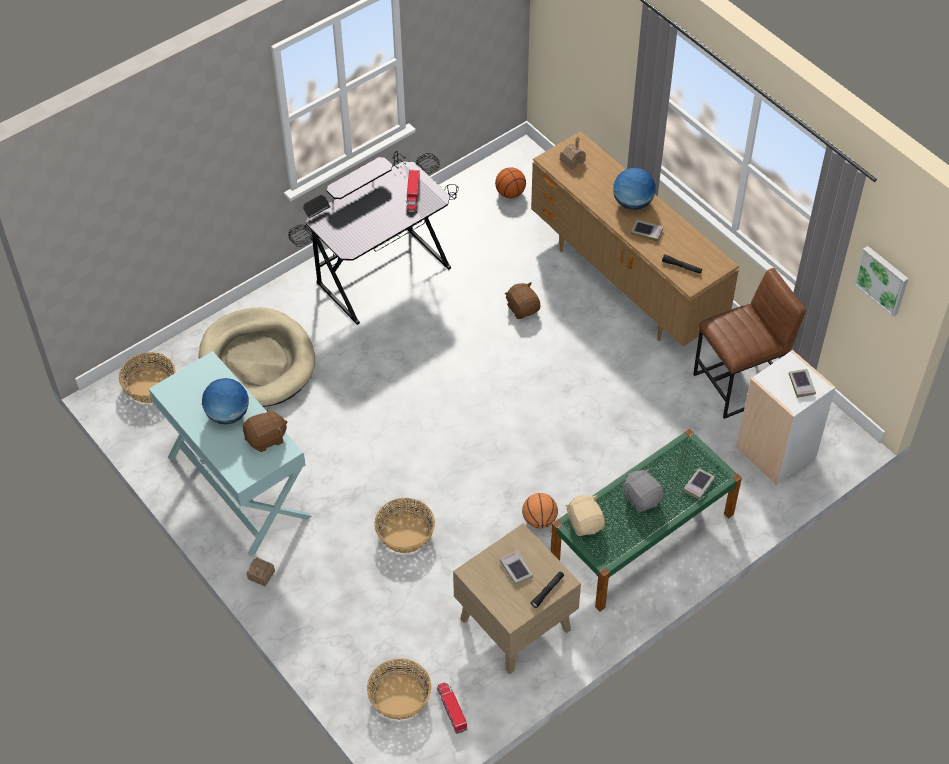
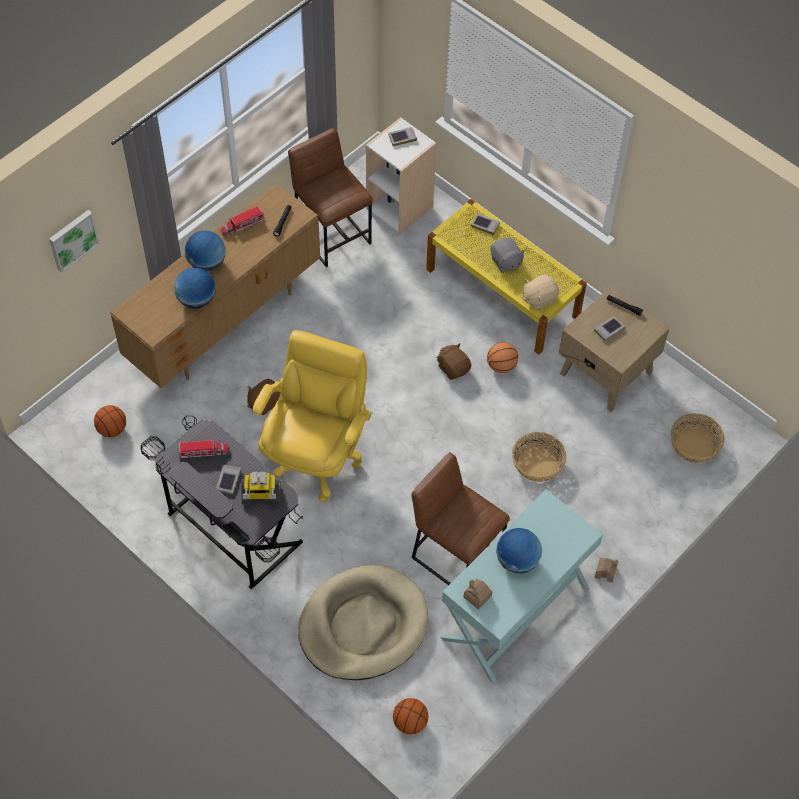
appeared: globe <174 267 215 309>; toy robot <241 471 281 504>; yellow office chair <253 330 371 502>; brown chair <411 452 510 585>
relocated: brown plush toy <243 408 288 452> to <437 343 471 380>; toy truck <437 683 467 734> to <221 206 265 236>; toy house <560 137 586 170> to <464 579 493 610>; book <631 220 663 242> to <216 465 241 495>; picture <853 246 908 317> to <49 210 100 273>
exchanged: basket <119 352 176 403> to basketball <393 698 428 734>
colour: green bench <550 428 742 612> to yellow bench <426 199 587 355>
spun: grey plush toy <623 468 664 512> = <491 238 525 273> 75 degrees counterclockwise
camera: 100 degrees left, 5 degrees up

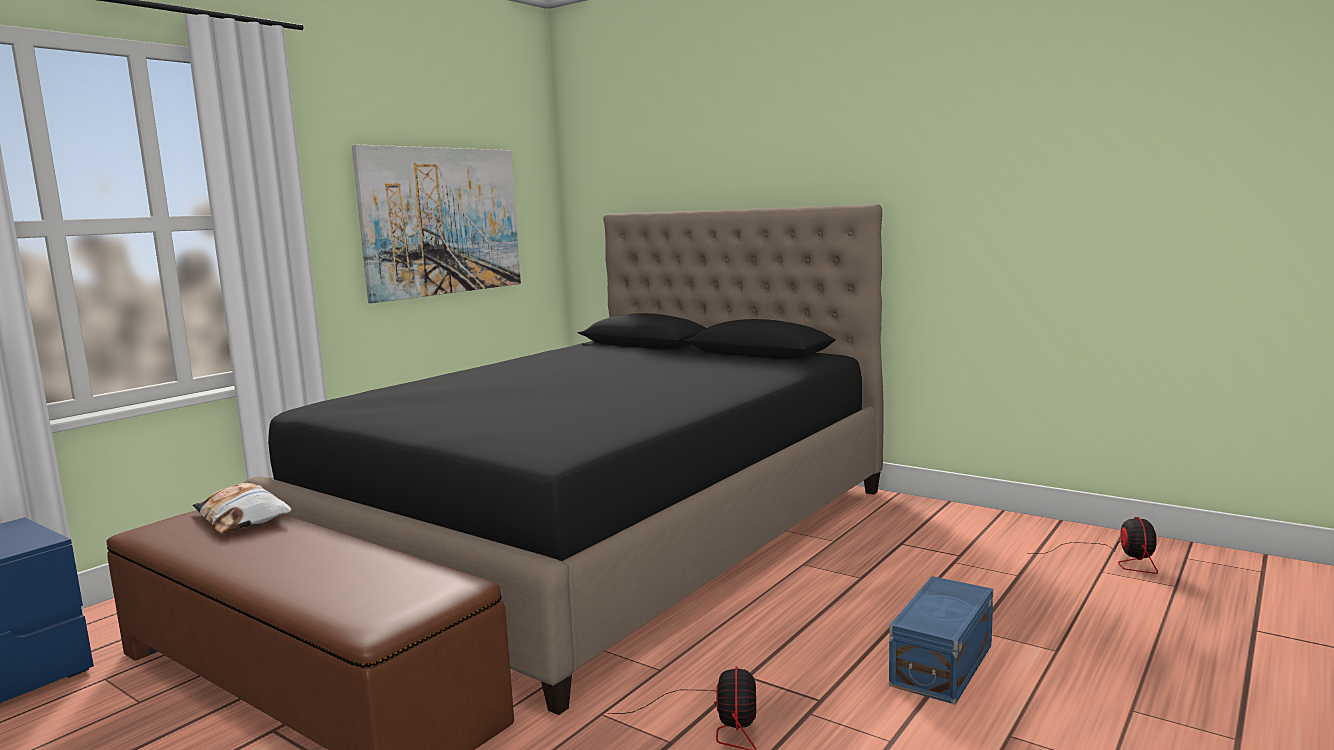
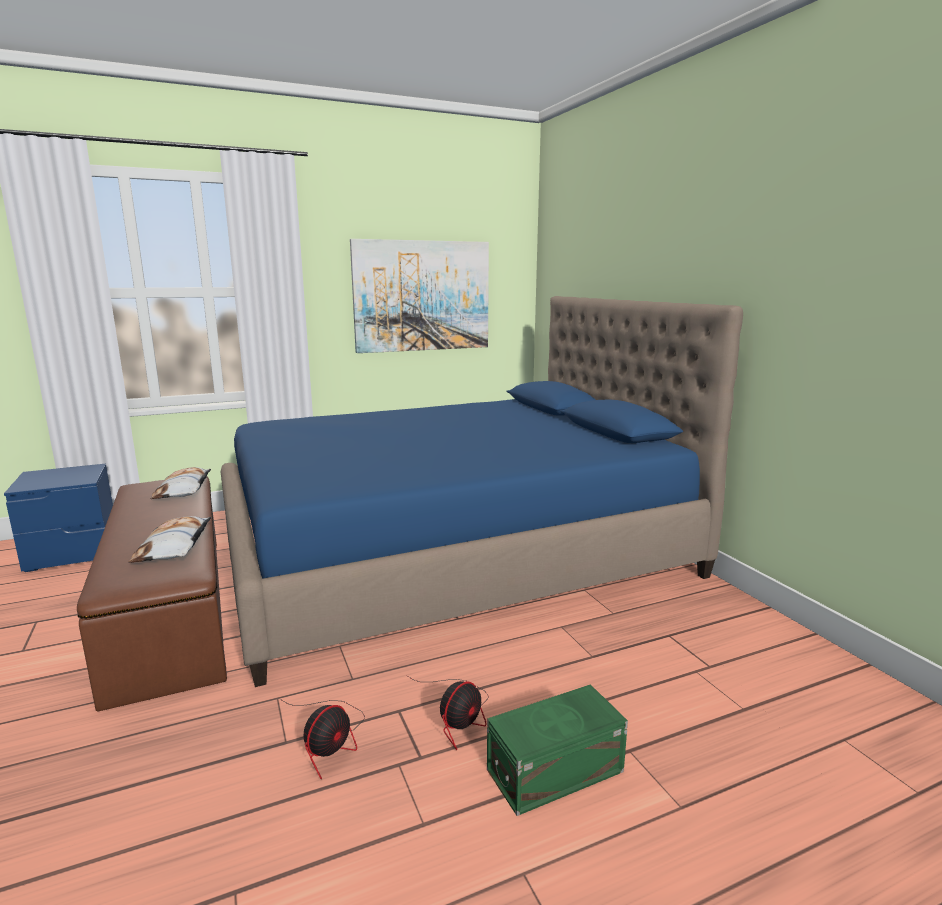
appeared: pillow <128 516 211 563>
relocated: fan <1028 517 1158 574> to <406 675 488 750>
colour: black bed <244 204 884 715> to blue bed <221 296 743 687>; blue storage box <889 576 993 705> to green storage box <487 684 628 816>
camera: 30 degrees right, 5 degrees up

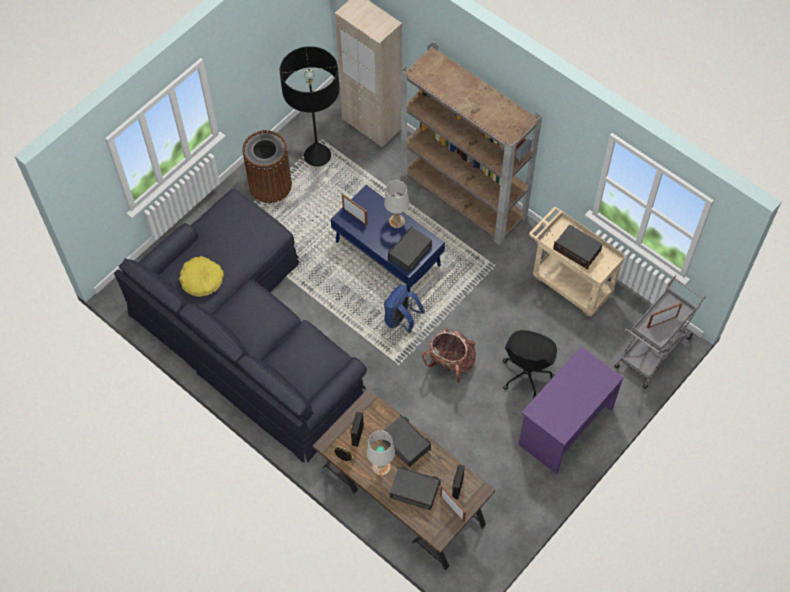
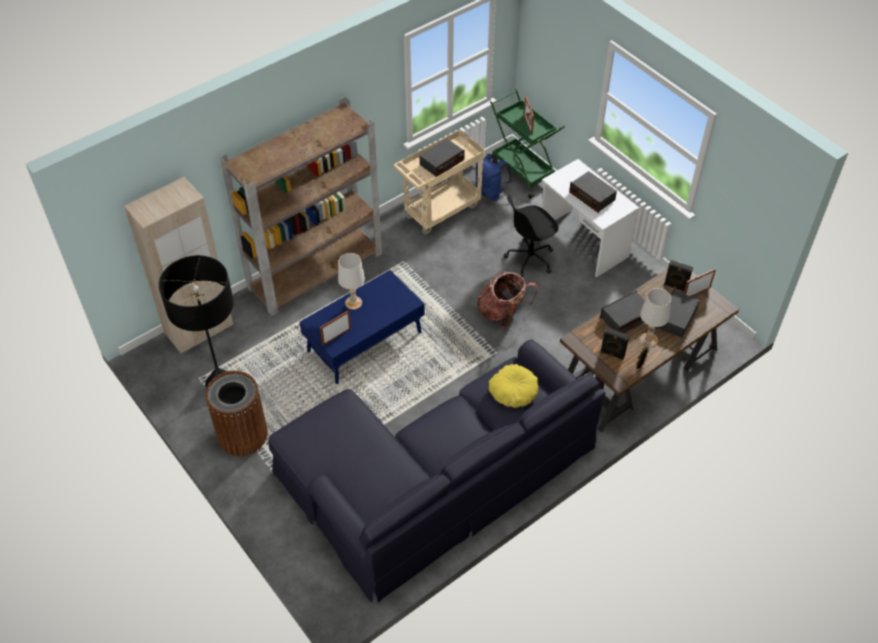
relocated: yellow pillow <179 256 224 297> to <489 364 538 408>; blue backpack <384 285 425 333> to <476 154 512 201>; radio <388 226 432 272> to <569 171 617 213>
colour: purple desk <518 347 623 474> to white desk <541 159 639 277>; grey cart <614 275 706 389> to green cart <484 88 565 199>
spun: black office chair <502 330 557 399> = <504 195 558 277> 120 degrees clockwise
camera: 80 degrees left, 10 degrees down

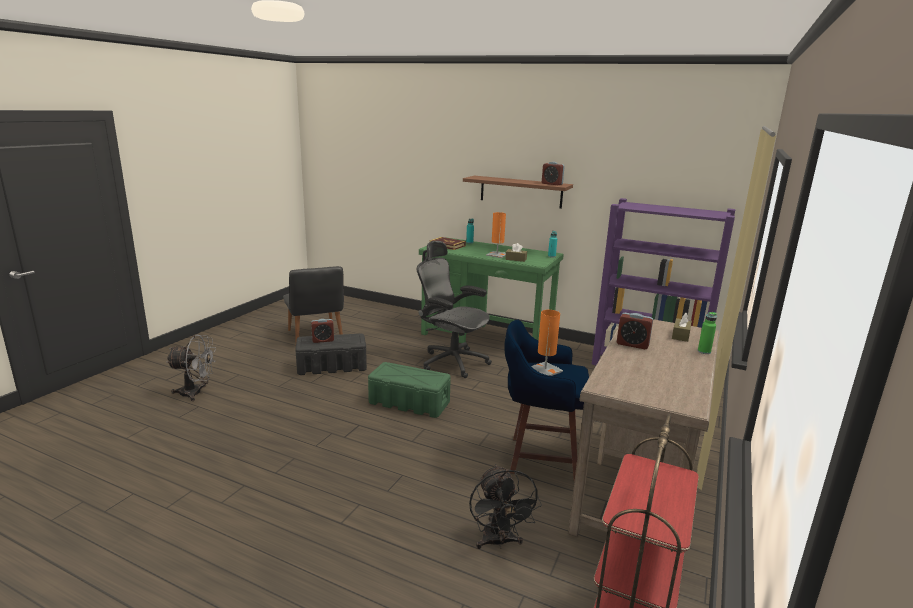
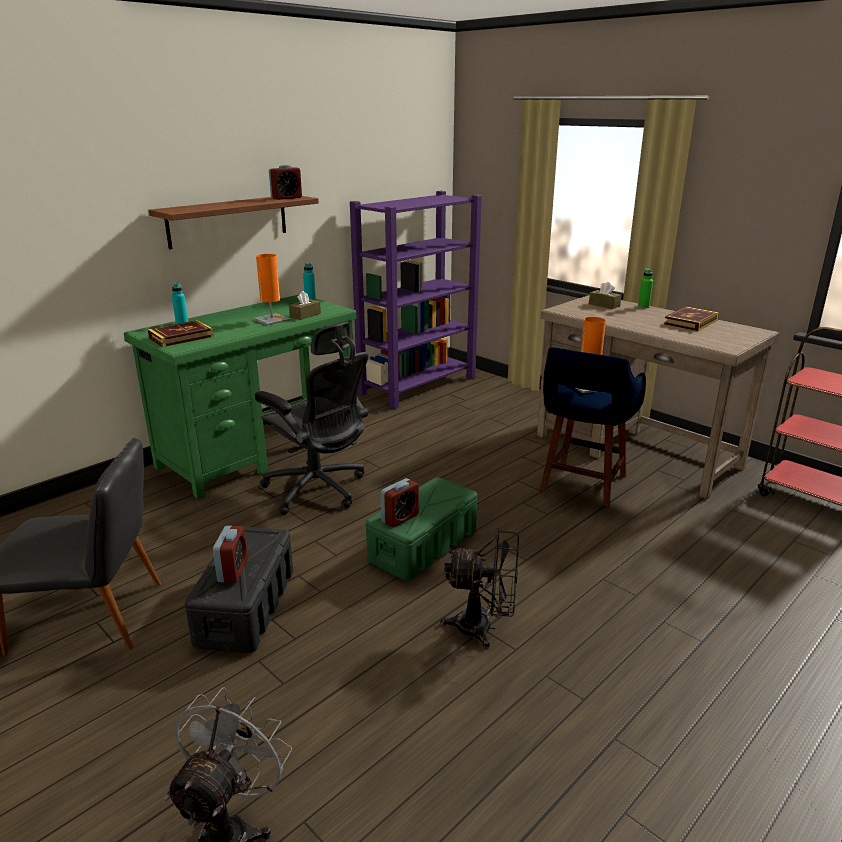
appeared: book <664 306 719 331>
relocated: black fan <469 464 542 549> to <441 528 519 649>; alarm clock <617 313 653 349> to <380 478 419 527>
spun: office chair <417 241 492 378> = <255 322 368 515> 105 degrees counterclockwise
camera: 70 degrees left, 5 degrees up

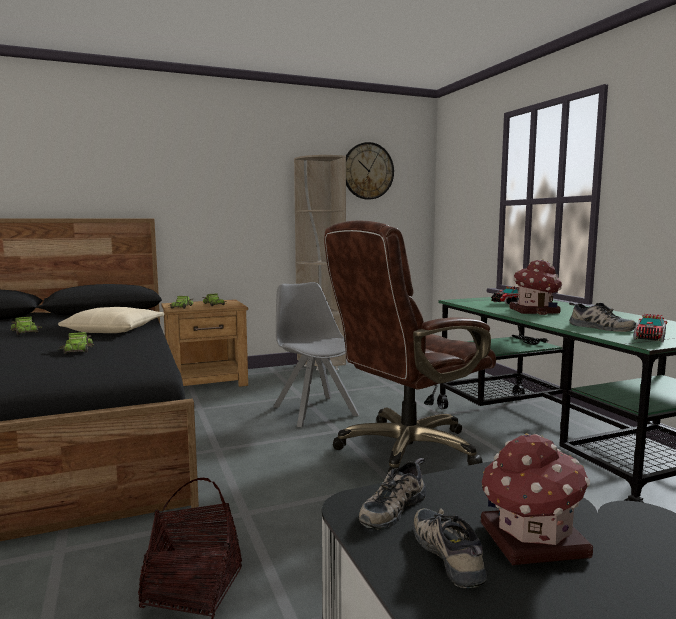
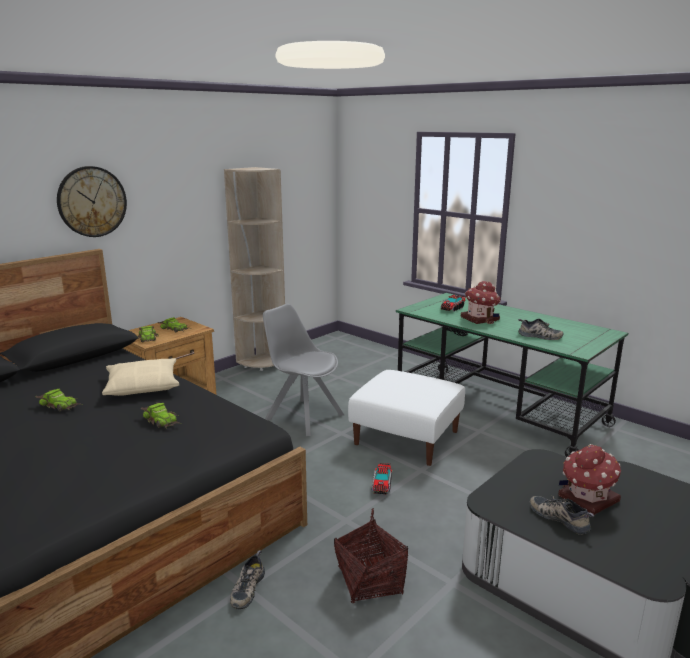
relocated: wall clock <346 142 394 200> to <57 166 127 237>; shoe <359 458 426 530> to <230 550 265 610>; toy truck <634 314 667 342> to <372 463 392 494>
exchanged: brown office chair <324 221 496 473> to white ottoman <348 370 465 466>
camera: 25 degrees left, 10 degrees up

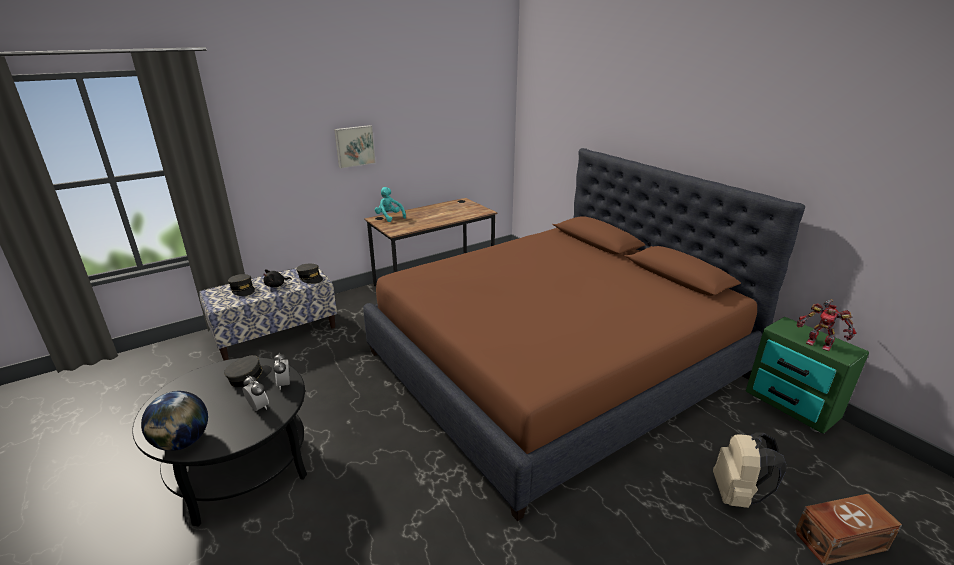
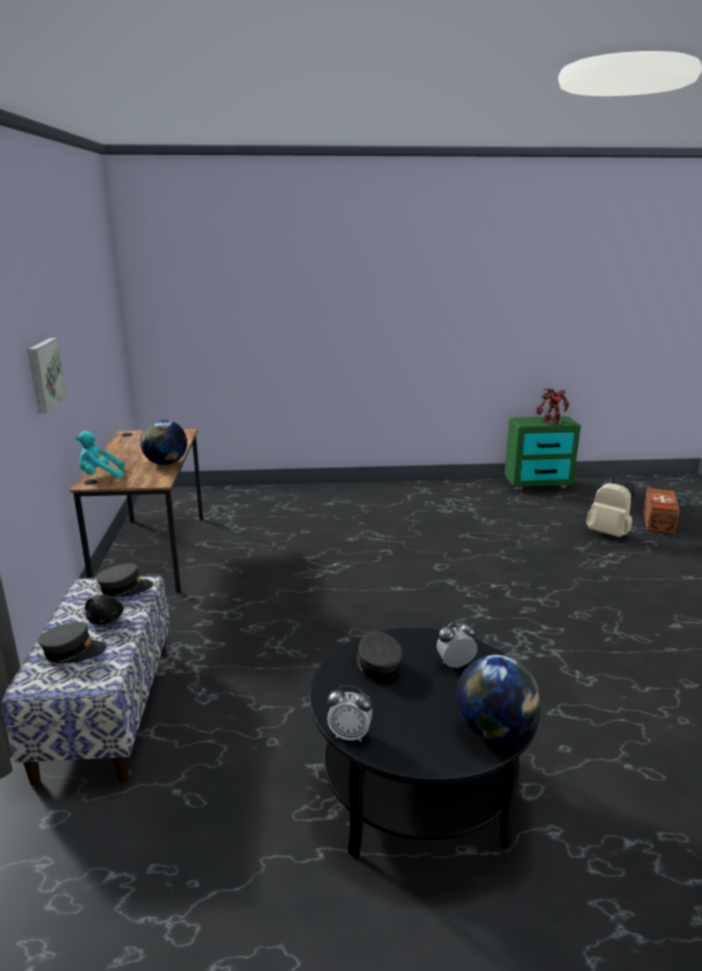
missing: brown bed <363 148 805 521>
appeared: globe <140 419 187 465>
relocated: alarm clock <273 352 290 390> to <327 685 372 742>
camera: 60 degrees left, 5 degrees down

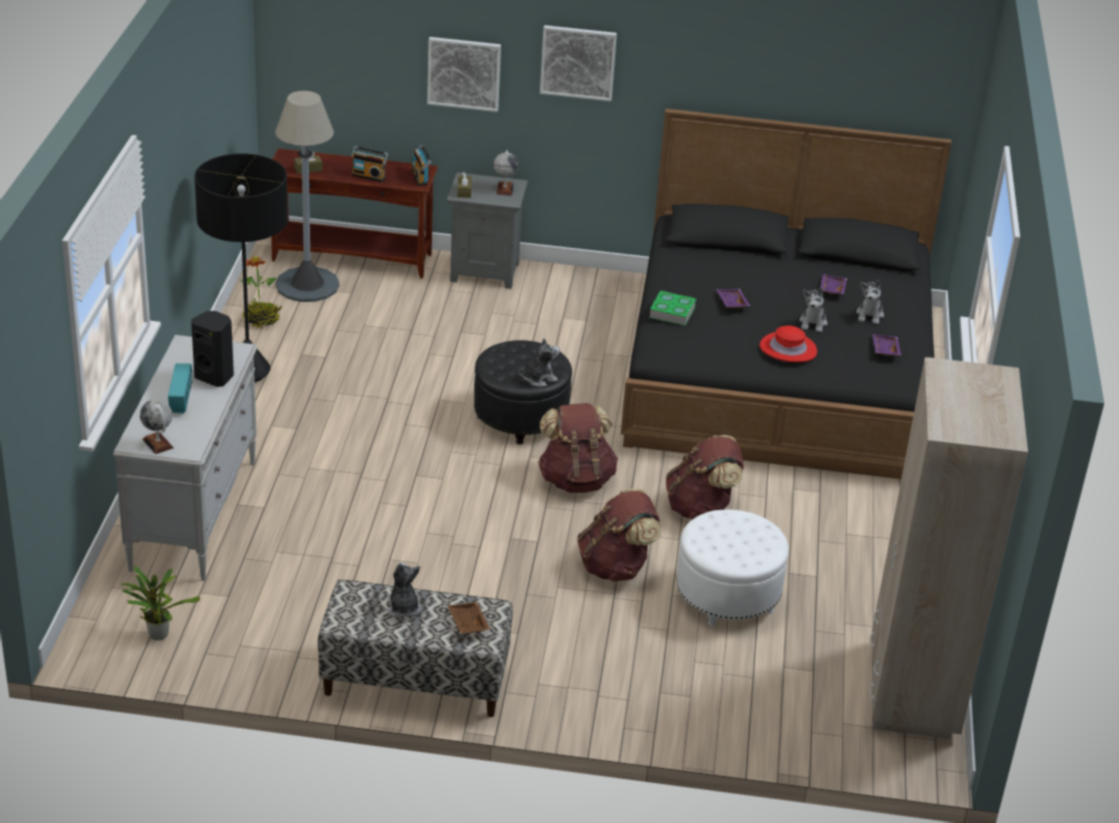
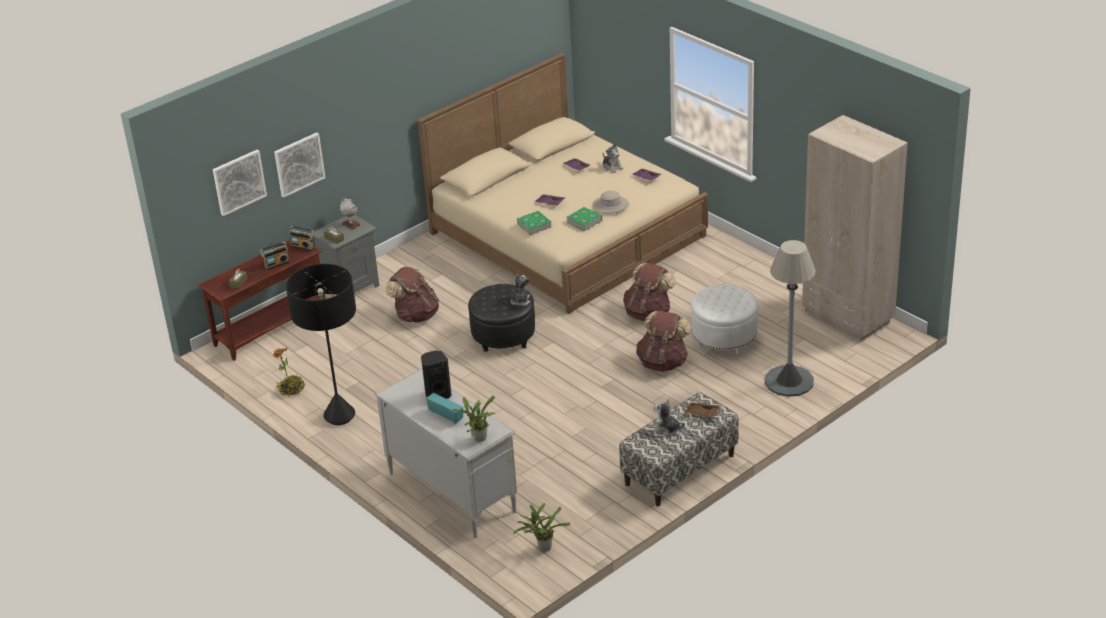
missing: plush toy <799 287 827 332>
appeared: book <567 207 602 231>
relocated: grey floor lamp <275 91 339 302> to <765 240 815 397>; brown backpack <538 403 618 493> to <385 266 439 323>; picture <540 25 617 101> to <213 150 267 216>
exchanged: globe <140 399 174 454> to potted plant <453 396 495 442>
colour: black bed <621 109 951 479> to beige bed <418 53 708 314>; red hat <760 326 817 362> to beige hat <592 191 629 214>
camera: 45 degrees left, 0 degrees up

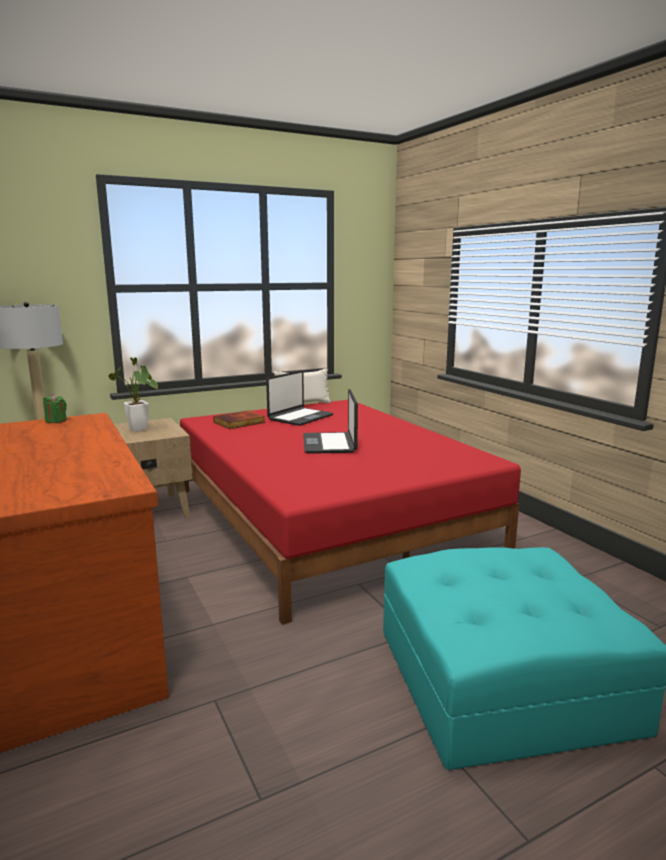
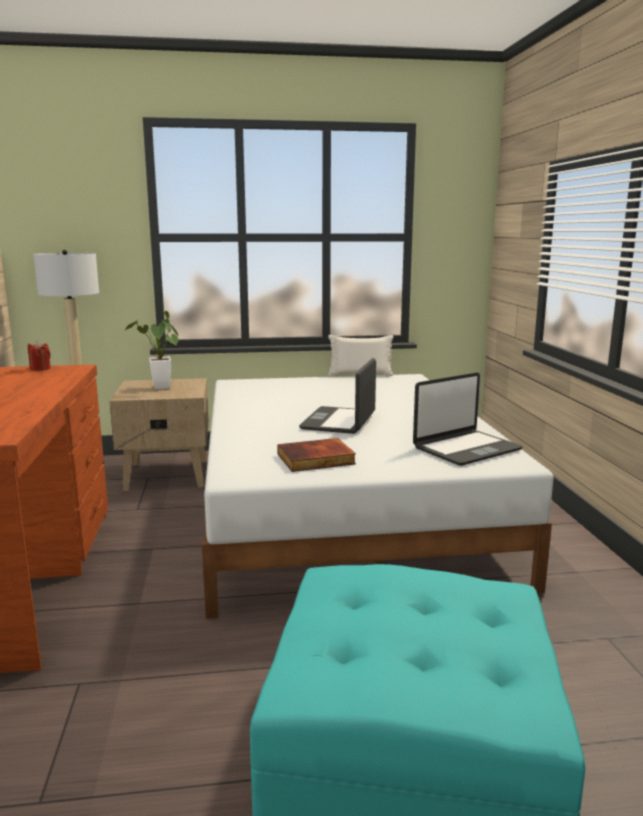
relocated: book <213 410 265 429> to <277 438 356 472>; laptop <266 370 333 426> to <413 373 523 466>
colour: green candle <43 394 67 423> to red candle <28 341 51 371>; red bed <180 400 521 625> to white bed <202 374 553 619>
camera: 20 degrees right, 0 degrees up

